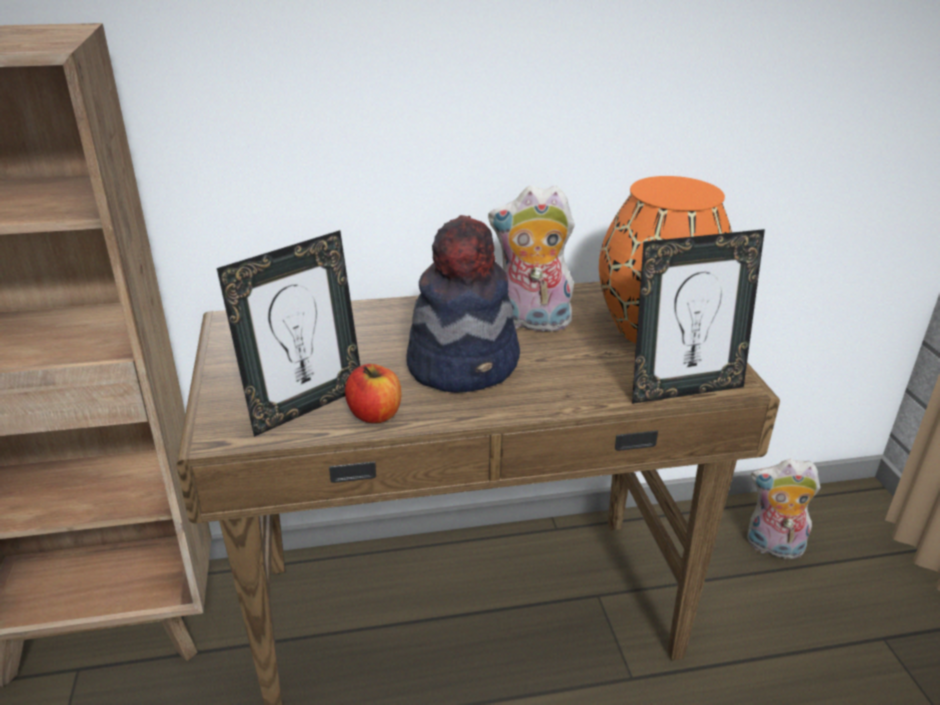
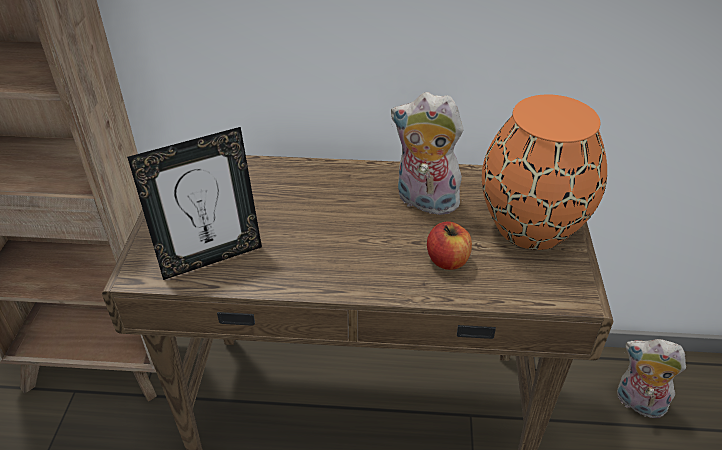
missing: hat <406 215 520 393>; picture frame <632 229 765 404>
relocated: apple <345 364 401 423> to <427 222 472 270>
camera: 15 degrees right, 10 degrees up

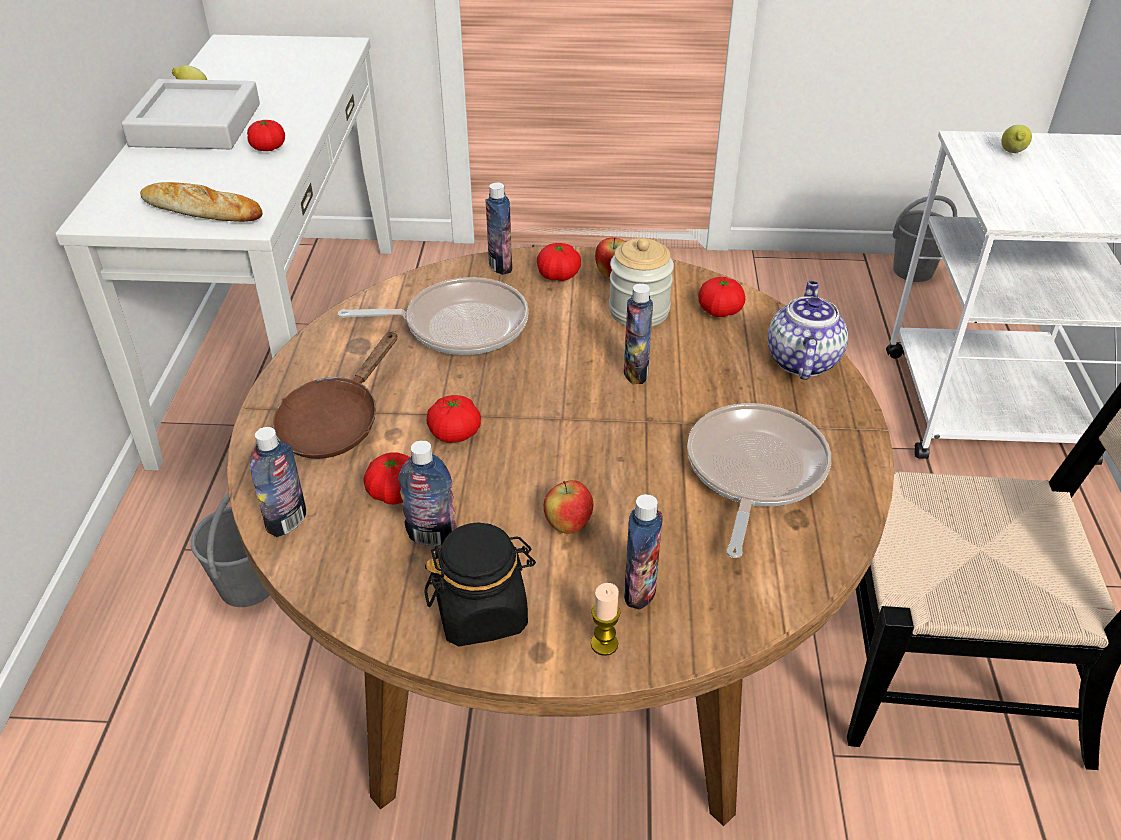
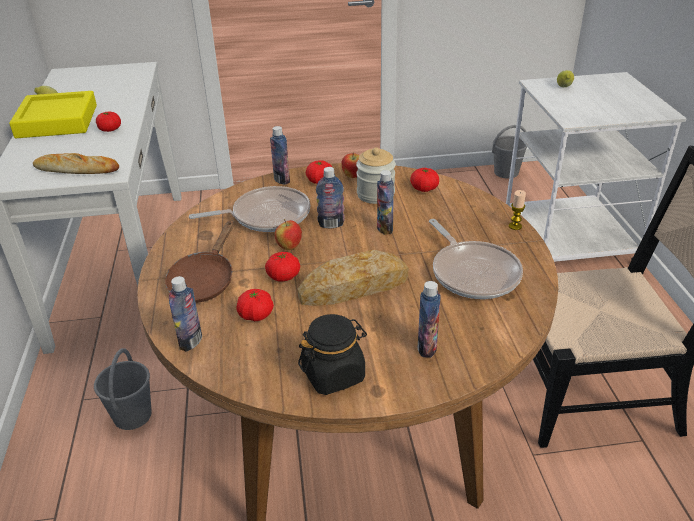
missing: teapot <767 281 848 380>
appeared: bread <297 250 408 306>
relocated: bottle <398 440 457 546> to <316 167 345 228>; apple <544 480 593 534> to <275 219 302 250>; candle <591 583 621 656> to <509 190 526 230>
colour: grey tray <122 79 260 149> to yellow tray <9 91 97 138>
spun: frying pan <687 403 831 558> = <429 219 523 299> 150 degrees clockwise
camera: 10 degrees left, 5 degrees down

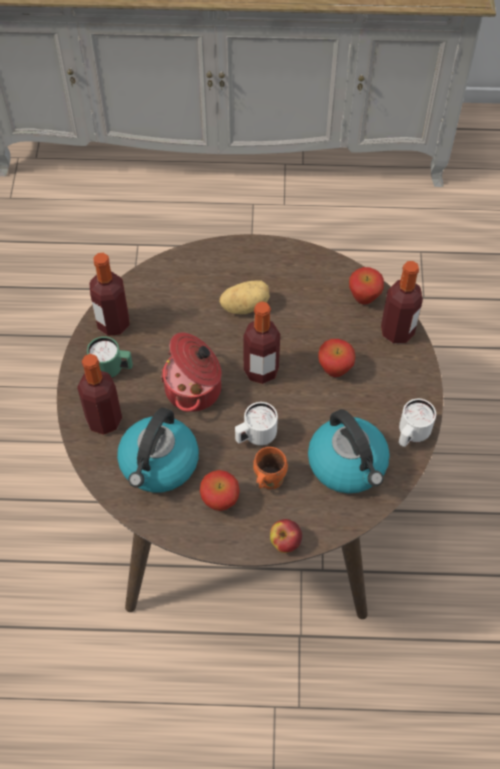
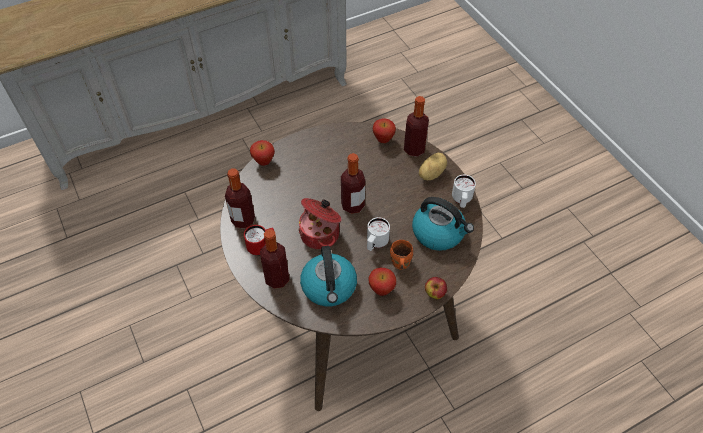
relocated: potato <219 281 270 314> to <419 153 447 180>; apple <318 339 355 377> to <250 140 275 166>
colour: green mug <87 336 133 378> to red mug <244 225 274 256>
camera: 30 degrees left, 5 degrees down

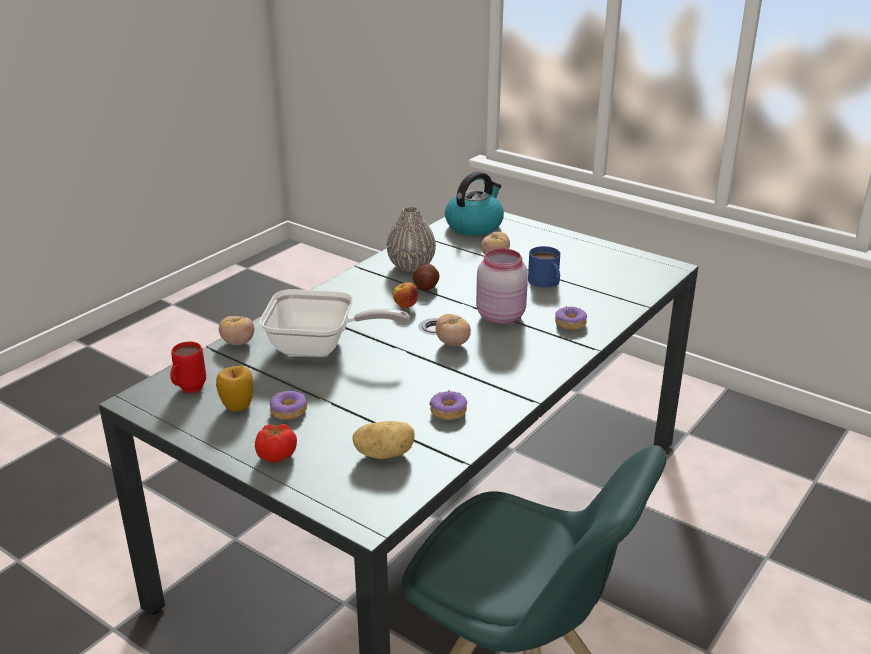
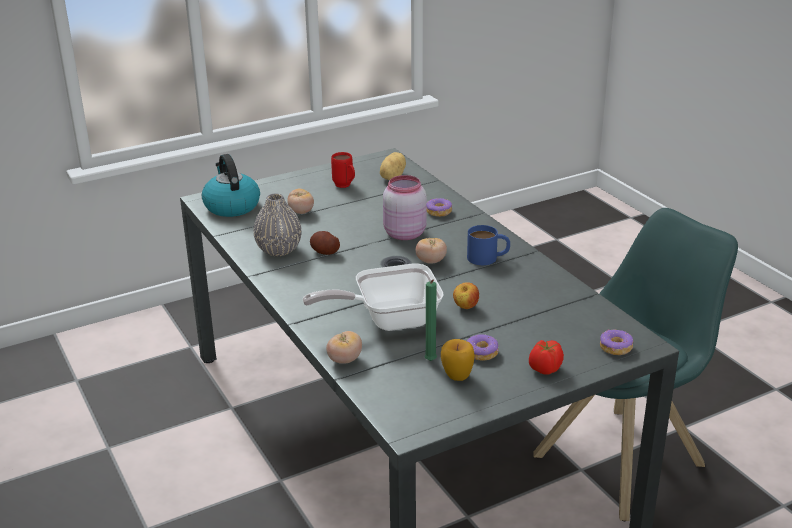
appeared: green candle <424 280 437 361>
relocated: red mug <170 342 206 393> to <331 152 355 188>; potato <353 421 415 459> to <380 152 406 180>; apple <392 282 418 308> to <453 282 479 309>; donut <429 390 467 420> to <600 329 633 355>; blue mug <528 246 560 287> to <467 225 510 265>
spun: frying pan <259 289 410 357> = <302 263 444 331> 135 degrees counterclockwise
camera: 65 degrees left, 0 degrees up

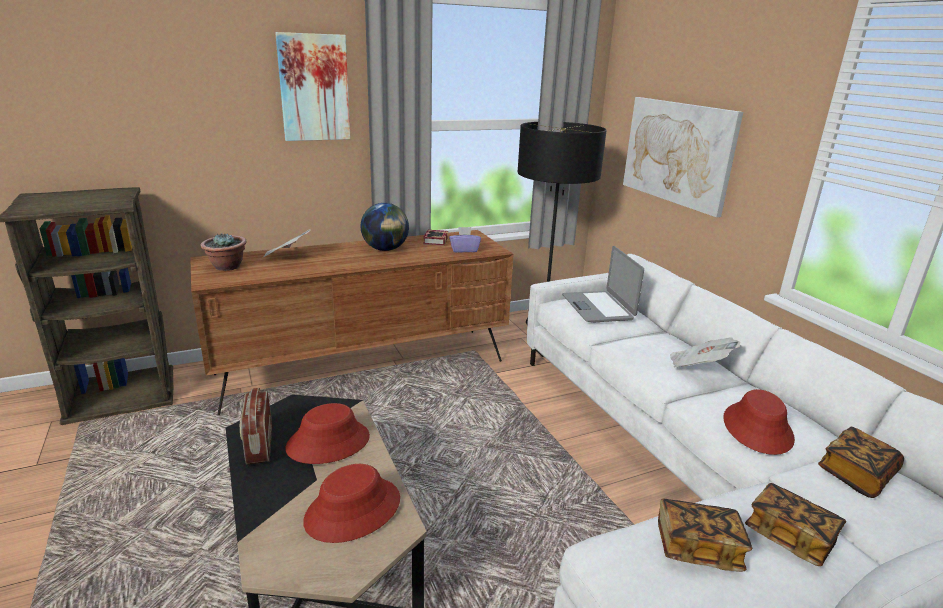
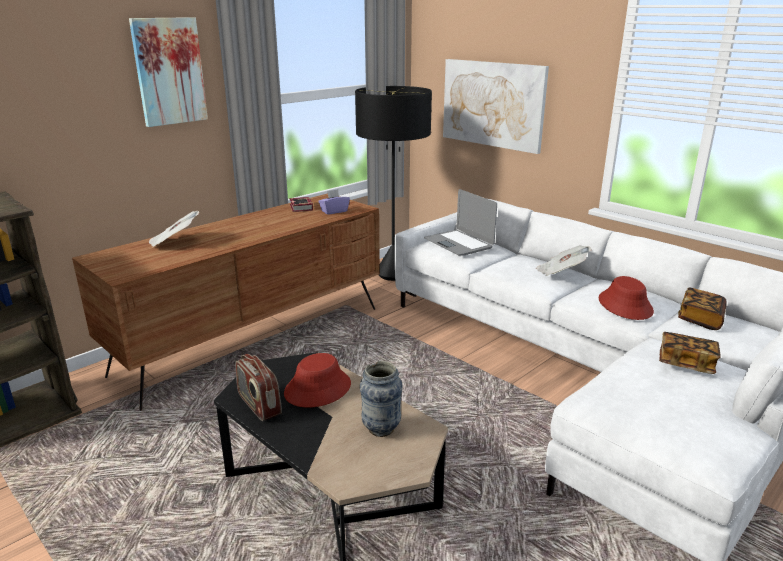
missing: potted plant <201 233 247 271>; globe <361 203 409 251>; book <658 499 752 572>
exchanged: red hat <303 464 400 543> to vase <360 361 403 437>
camera: 20 degrees left, 0 degrees up

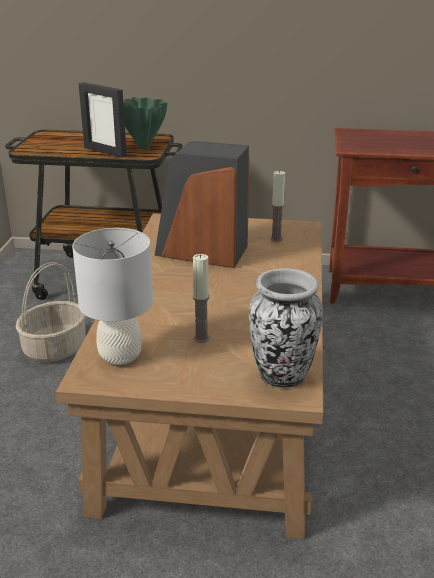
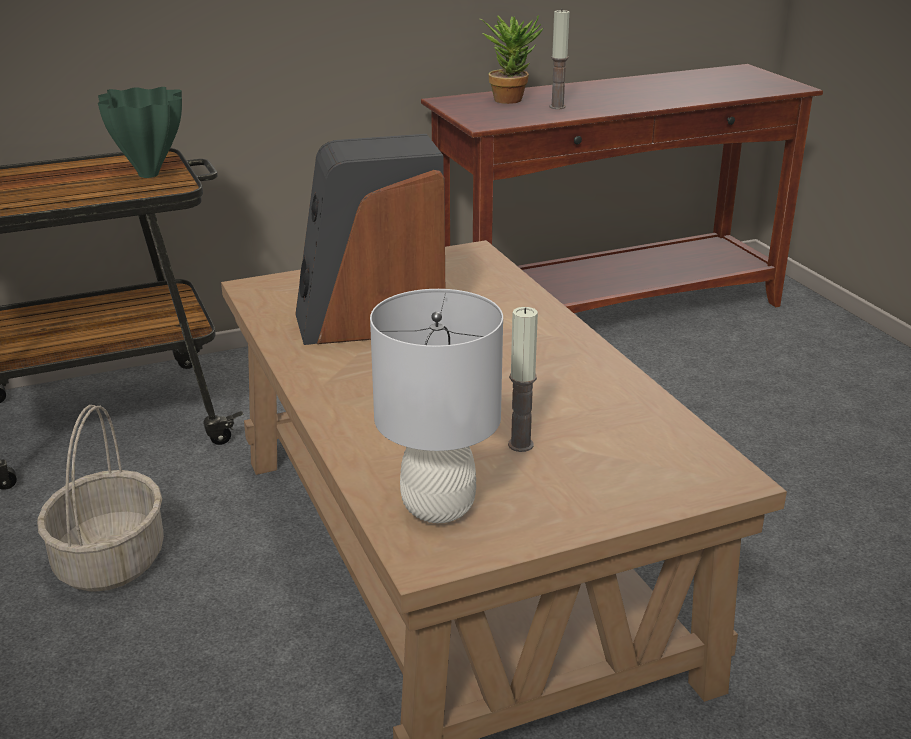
missing: picture frame <79 82 127 158>; vase <249 268 323 388>
appeared: potted plant <480 15 543 104>
relocated: candle <270 170 285 242> to <550 8 570 109>
camera: 30 degrees left, 0 degrees up

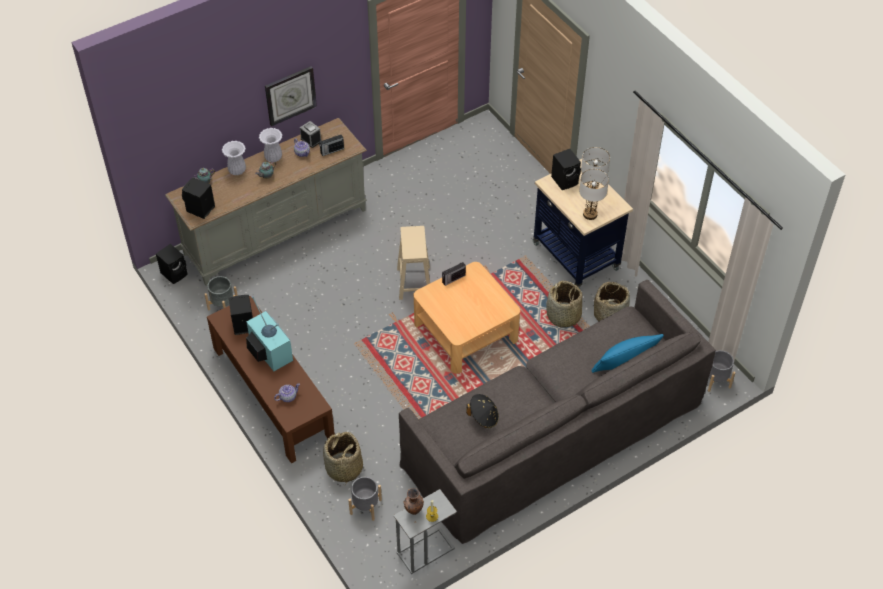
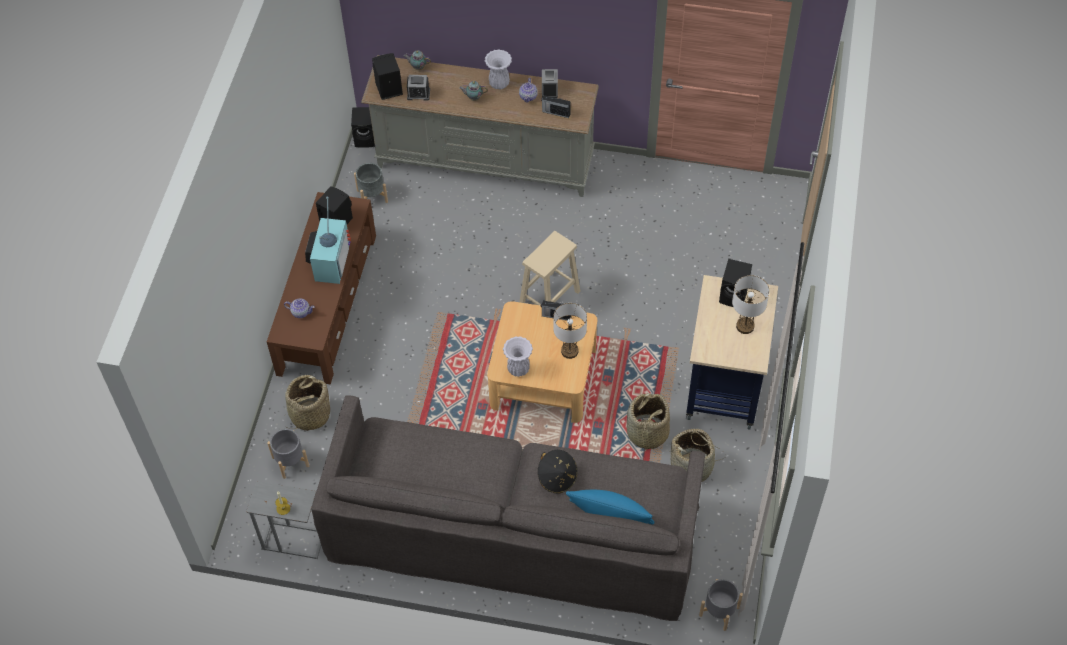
missing: wall clock <265 66 317 126>; brown vase <403 488 424 515>
appeared: alarm clock <407 75 430 101>
relocated: white vase <222 141 246 175> to <503 336 533 377>; black hat <466 394 499 428> to <538 450 577 494>; table lamp <579 169 609 220> to <553 303 587 359>
camera: 45 degrees right, 5 degrees up

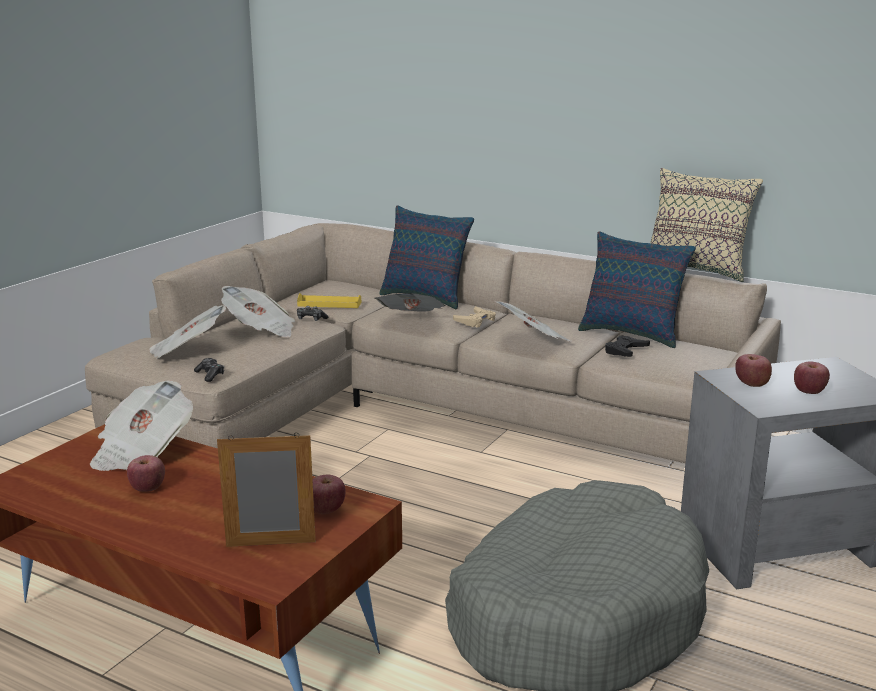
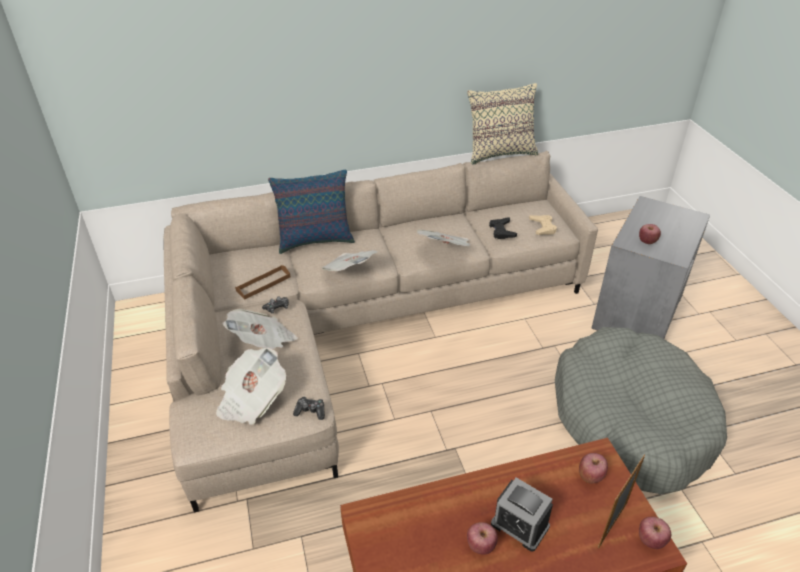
missing: newspaper <90 380 193 471>; blue pillow <578 231 696 348>
appeared: alarm clock <491 477 553 552>
relocated: beige game controller <453 306 496 328> to <529 215 557 235>; apple <794 362 830 394> to <639 517 671 549>
colour: yellow tray <297 293 361 308> to brown tray <235 265 291 300>
camera: 45 degrees left, 20 degrees up

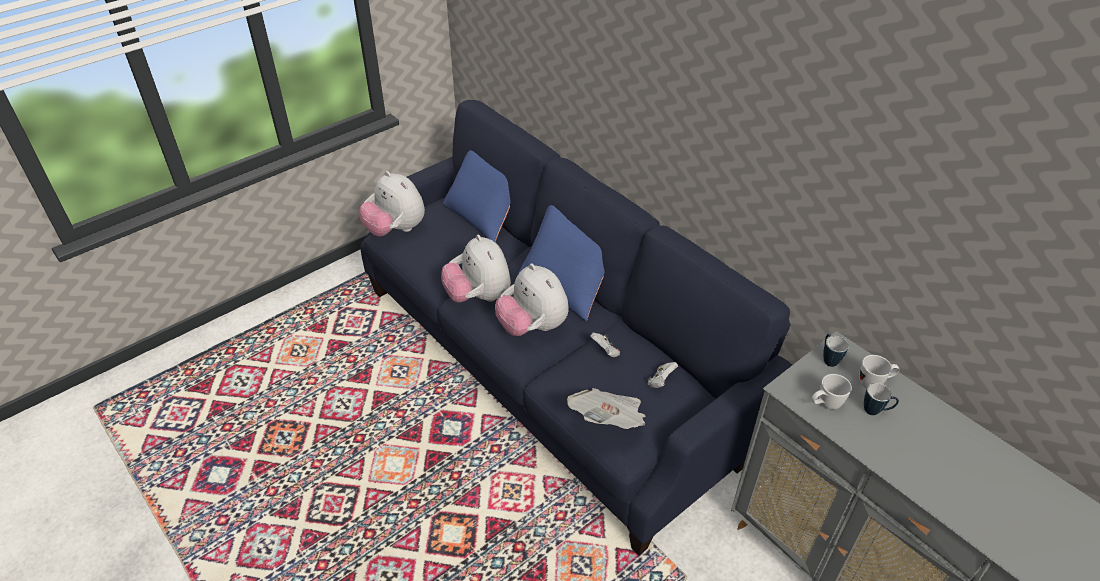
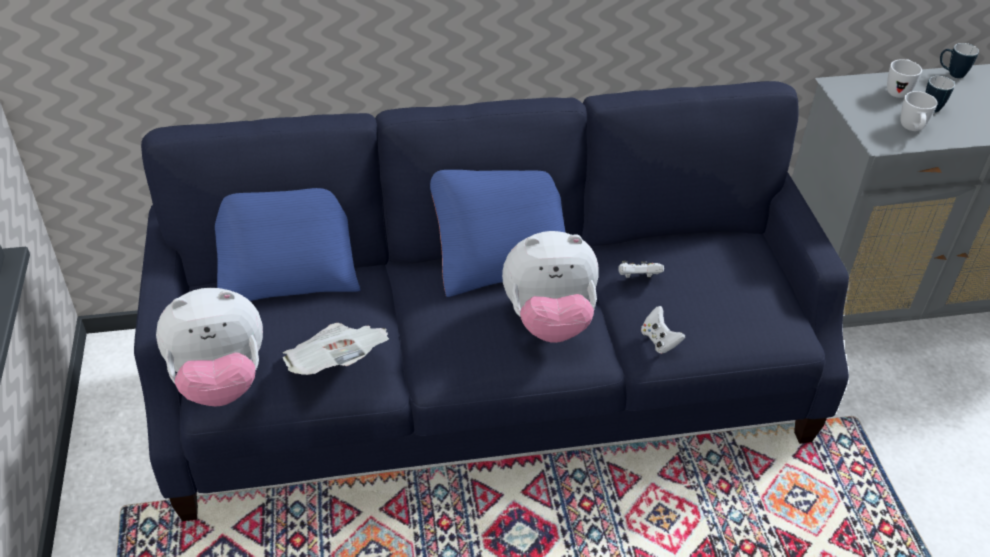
missing: plush toy <441 235 511 303>
relocated: newspaper <567 388 645 429> to <283 323 389 375>; white game controller <648 362 678 388> to <641 306 685 354>; mug <823 334 849 367> to <940 43 979 78>
camera: 60 degrees left, 0 degrees up

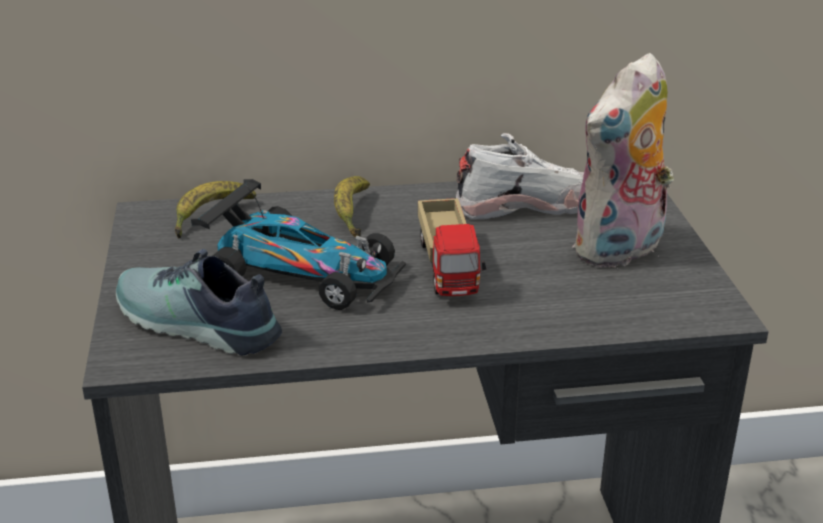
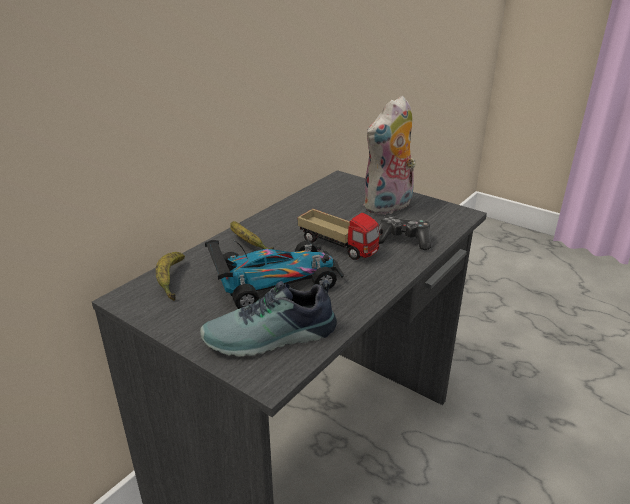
missing: white shoe <456 133 584 219>
appeared: game controller <379 216 431 250>
spun: plush toy <572 53 674 269> = <363 96 416 215> 45 degrees clockwise
camera: 45 degrees left, 0 degrees up

